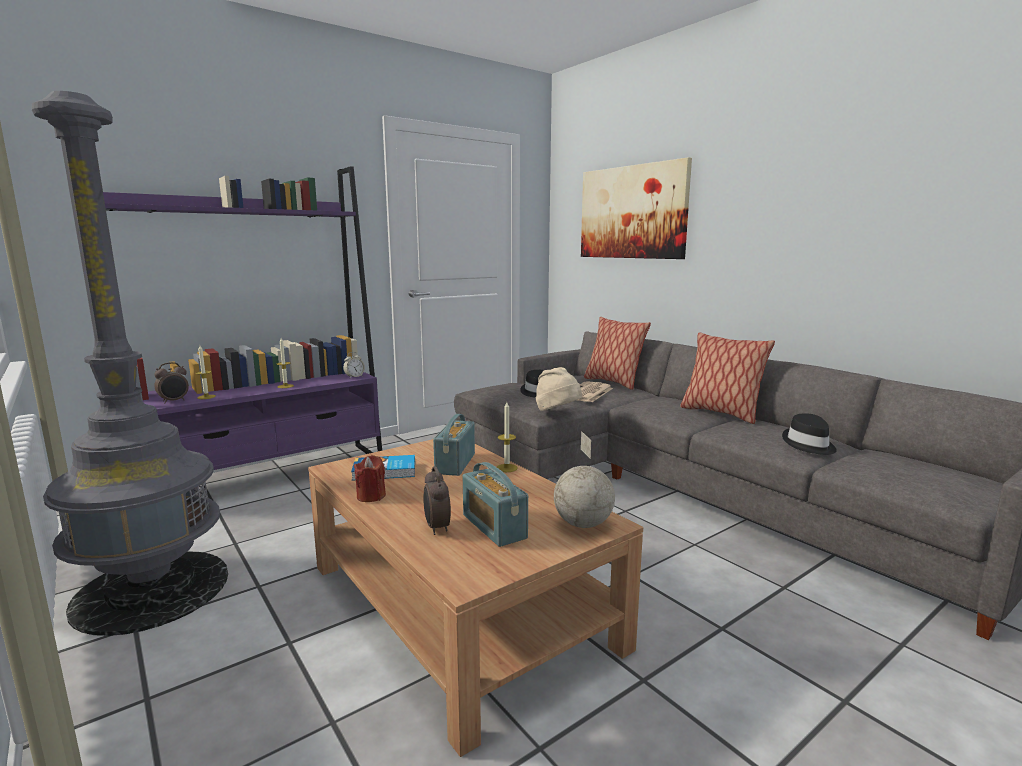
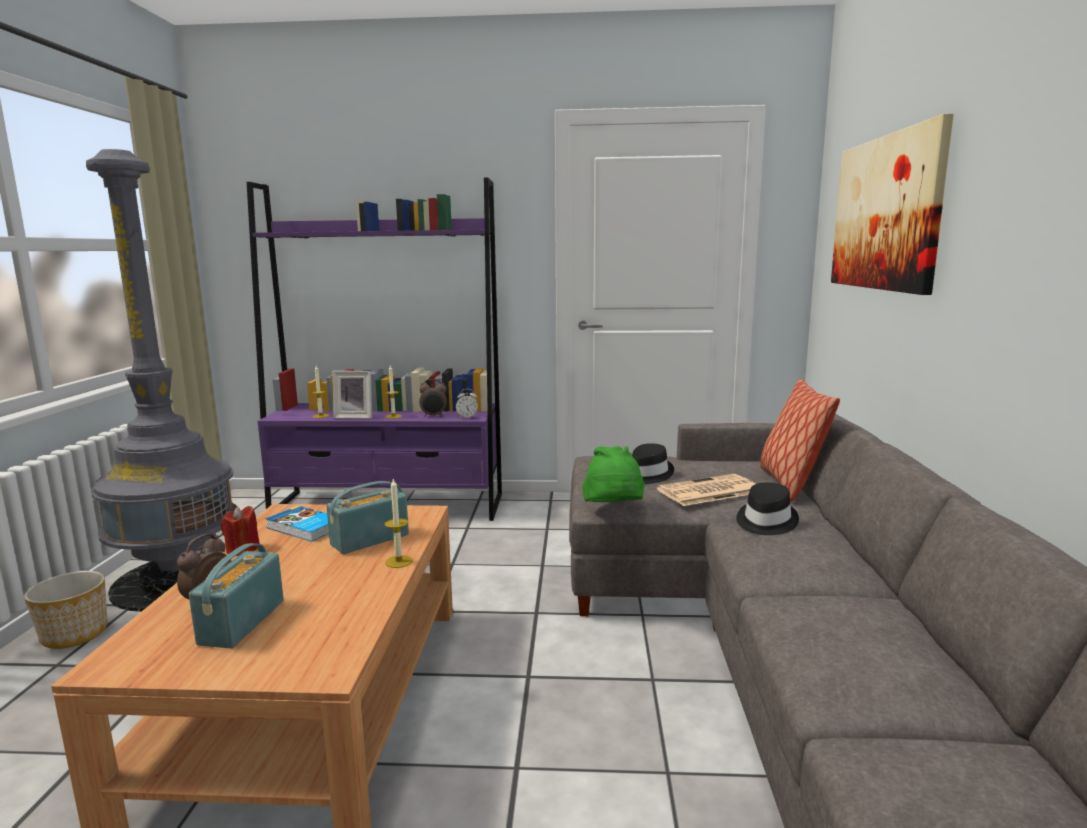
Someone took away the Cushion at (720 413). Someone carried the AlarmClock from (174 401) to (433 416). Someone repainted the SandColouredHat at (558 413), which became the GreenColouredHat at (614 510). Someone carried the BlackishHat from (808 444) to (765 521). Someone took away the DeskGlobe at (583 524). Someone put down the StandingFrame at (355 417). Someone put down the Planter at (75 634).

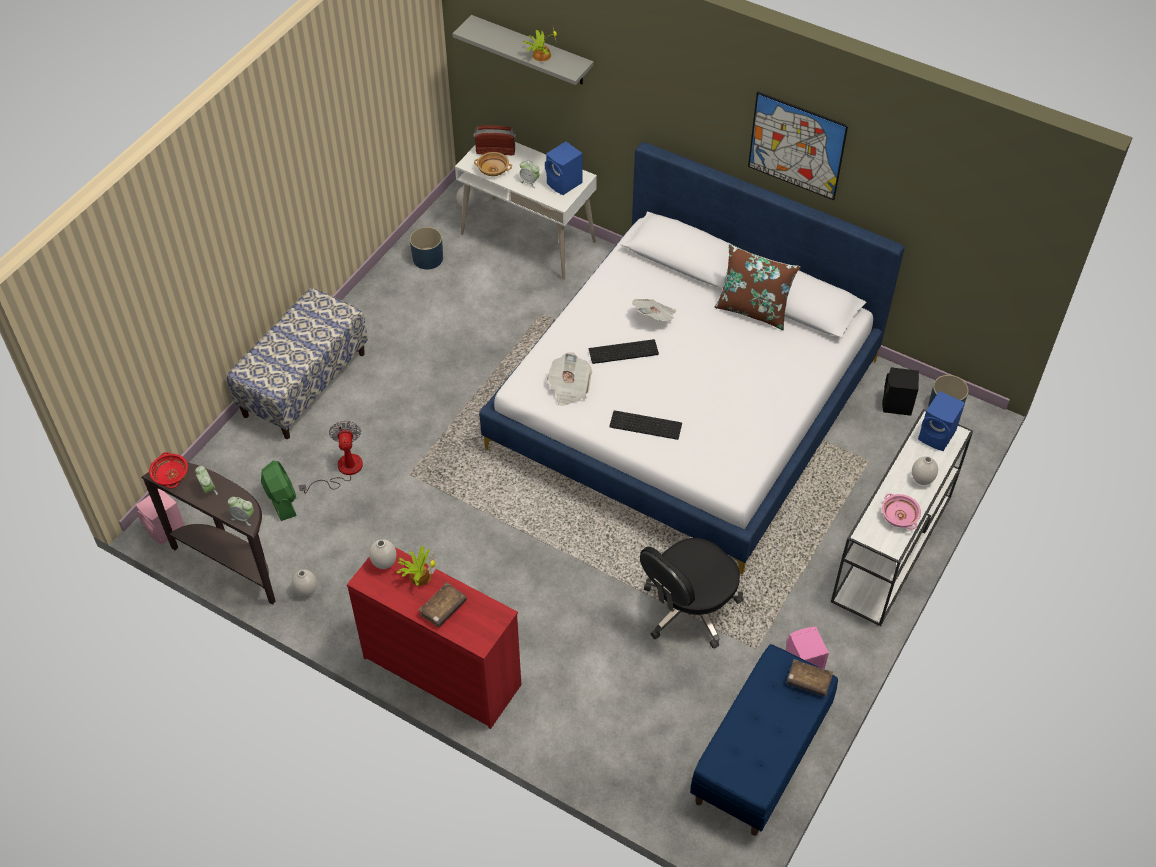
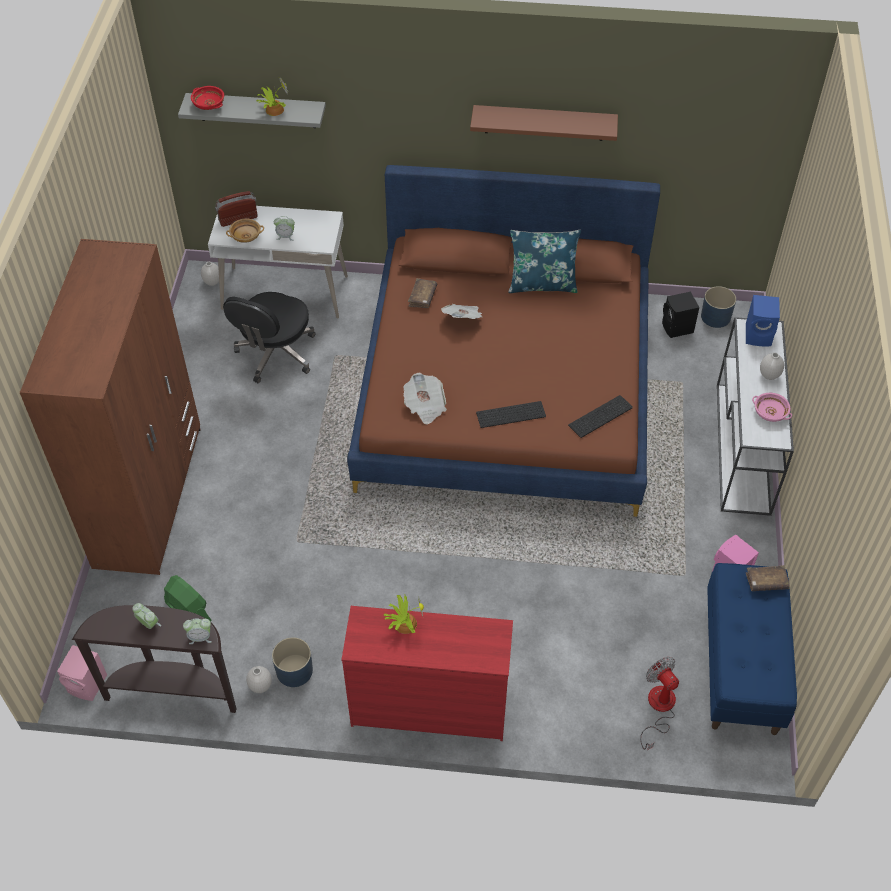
Someone swapped the Picture at (796 146) for the BrownWallShelf at (544 123). Someone took away the BlueSpeaker at (565 184). Someone repainted the WhiteBed at (685 404), which became the BrownBed at (505 389). Someone carried the BluePlanter from (427 258) to (294 671). Someone repainted the BrownCushion at (753 310), which became the BlueCushion at (542 284). Someone swapped the LongSeat at (304 384) for the BrownClothesCupboard at (149 496). Someone carried the PcKeyboard from (623 353) to (600 417). Someone carried the Fan from (342 470) to (658 708). Someone carried the RedBowl from (170 475) to (208 104). Someone carried the BlackishOfficeChair from (688 609) to (275 354). Someone took away the WhiteFlowerVase at (384 563). Someone carried the BrownBook from (443 608) to (422 297).

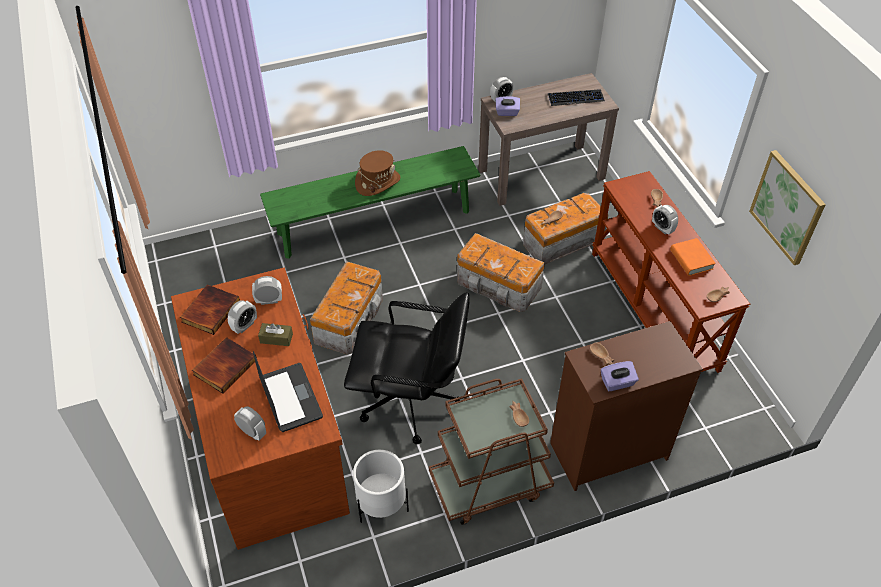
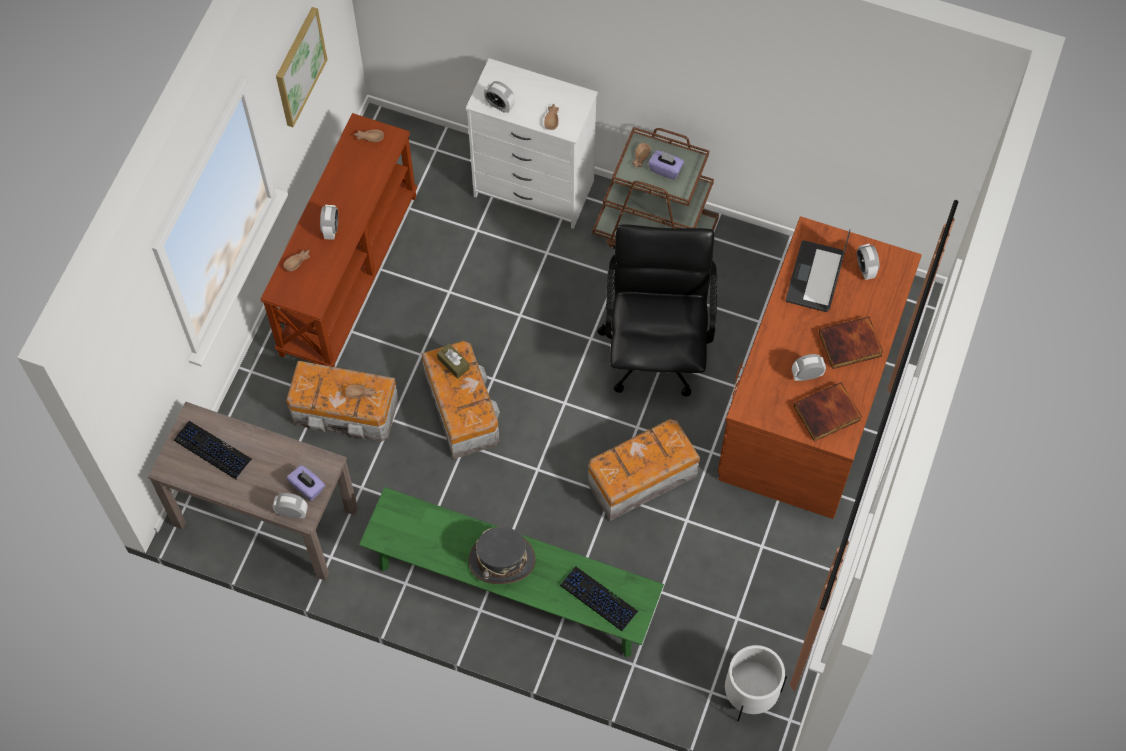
Someone repainted the BrownHat at (377 182), which became the GrayHat at (501 560). Someone took away the OrangeColouredBook at (691 260). Someone carried the AlarmClock from (269 300) to (499 105). Someone rotated the BlackishOfficeChair at (411 401) by 45 degrees clockwise. Someone repainted the BrownDrawerChest at (608 450), which became the WhiteDrawerChest at (533 189). Someone carried the BrownTissueBox from (276 338) to (453 363). Someone carried the PurplishTissueBox from (617 383) to (665 169). Someone carried the WhitePlanter from (381 504) to (750 694). Someone put down the PcKeyboard at (598 599).

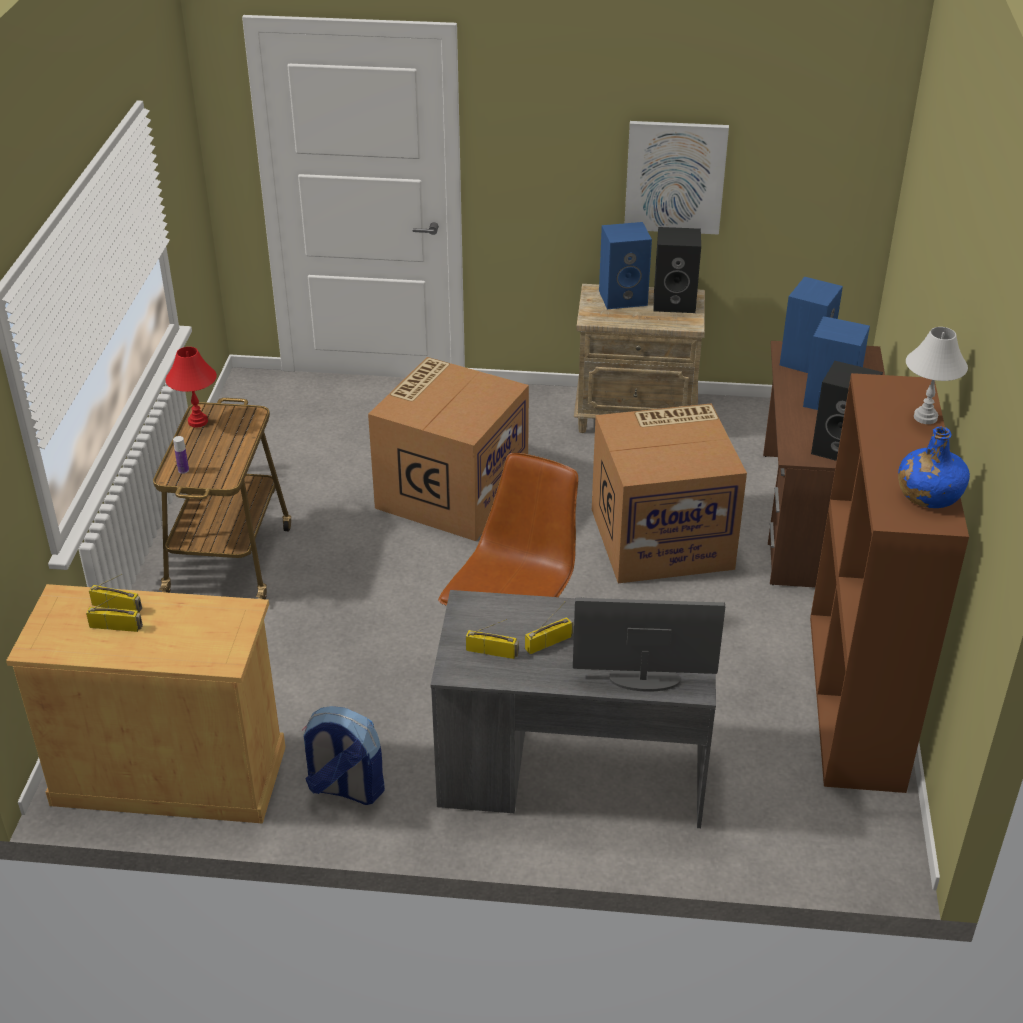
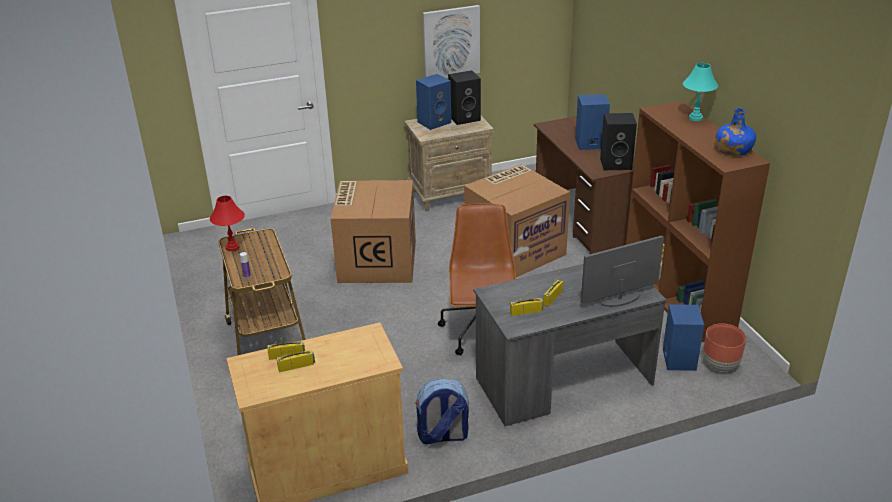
Someone carried the BlueSpeaker from (805 359) to (678 359). Someone repainted the WhiteLampForATable at (926 417), which became the BlueGreenLampForATable at (695 118). Someone put down the BrownPlanter at (720 365).

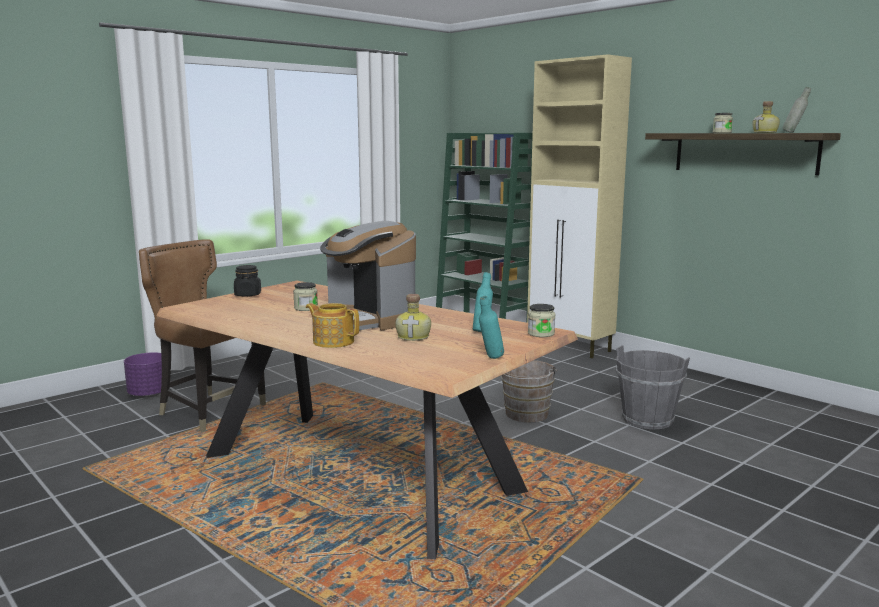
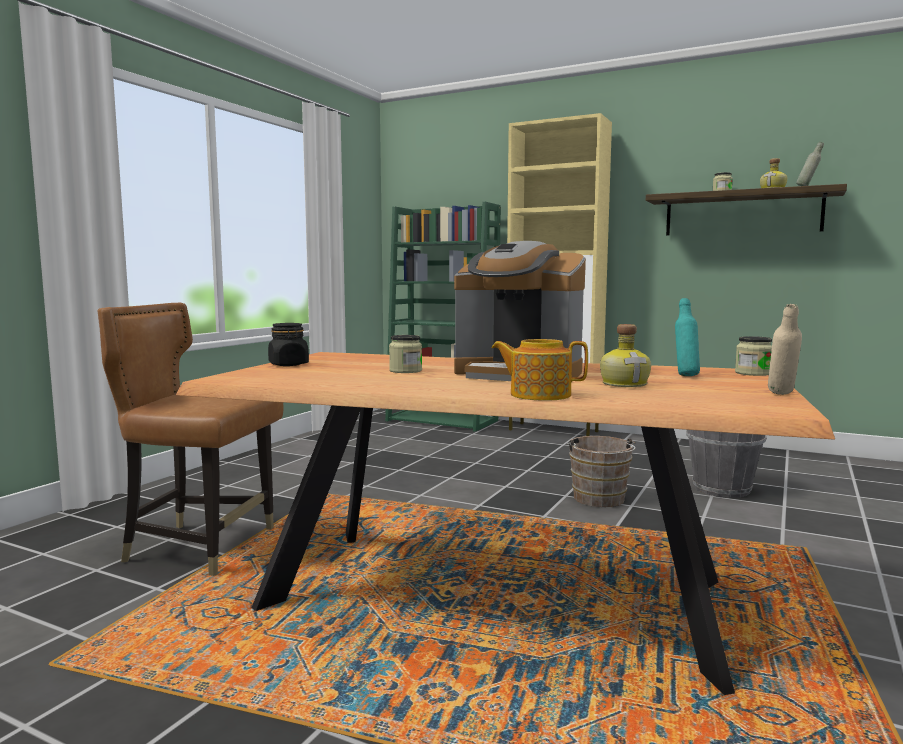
Someone repainted the BlueGreenBeverageBottle at (490 359), which became the SandColouredBeverageBottle at (782 395). Someone took away the PurplishPlanter at (148 394).

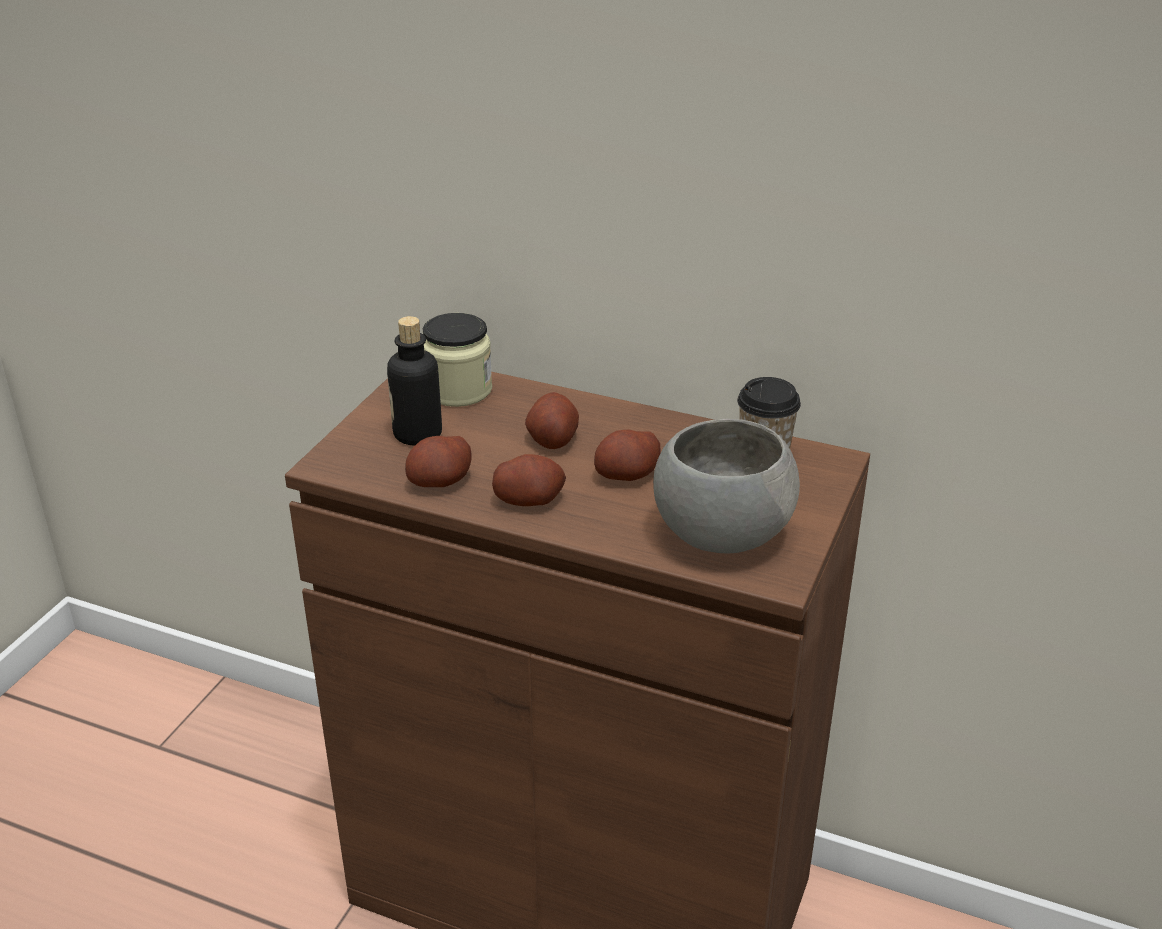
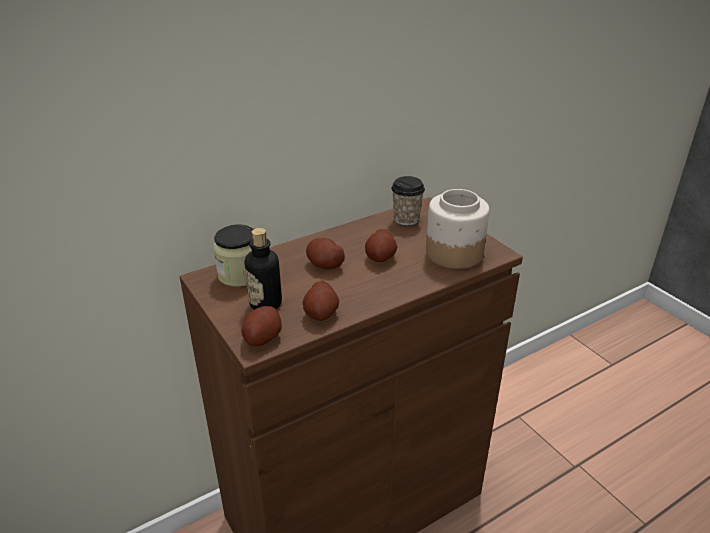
Someone swapped the GrayBowl at (720 534) for the StorageJar at (453 253). Someone carried the WholePotato from (529 500) to (262 337).

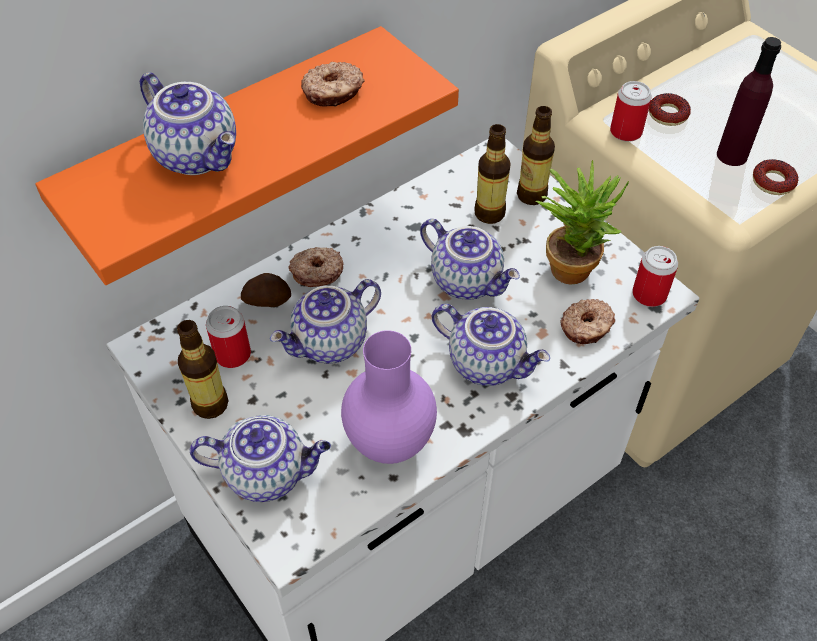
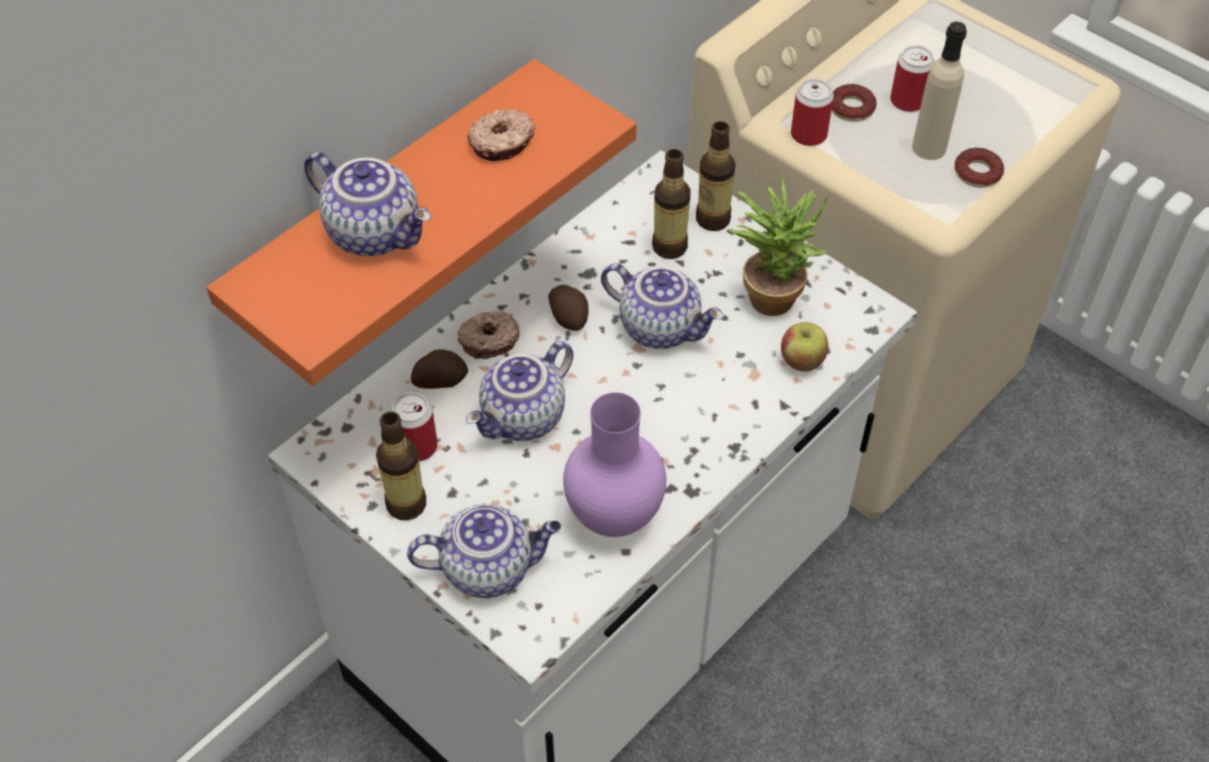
Someone repainted the PurplishBeverageBottle at (732 155), which became the SandColouredBeverageBottle at (929 147). Someone carried the Can from (649 294) to (907 101). Someone swapped the Donut at (587 327) for the WholeApple at (801 361). Someone took away the TeaPot at (487 362). Someone put down the WholePotato at (569 316).

